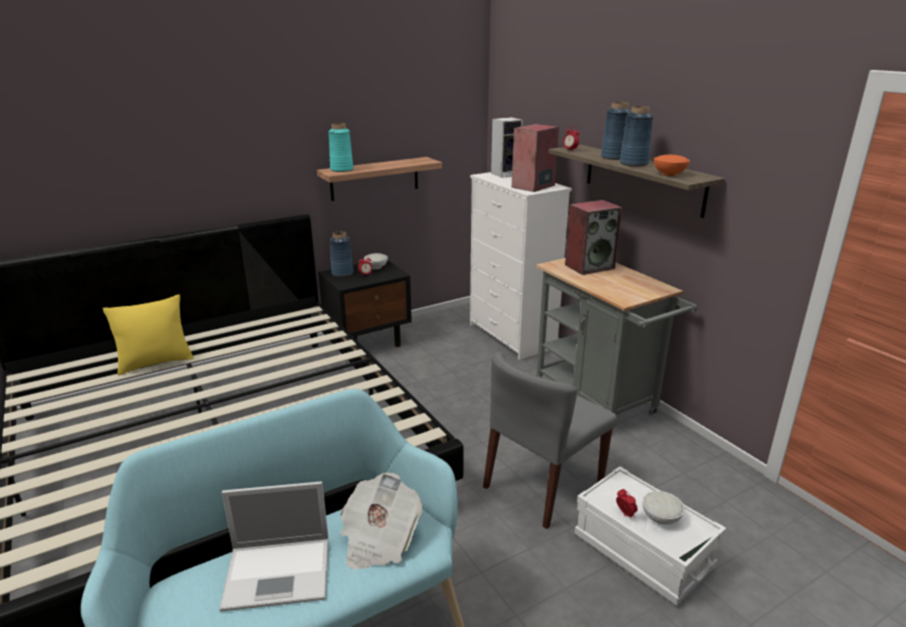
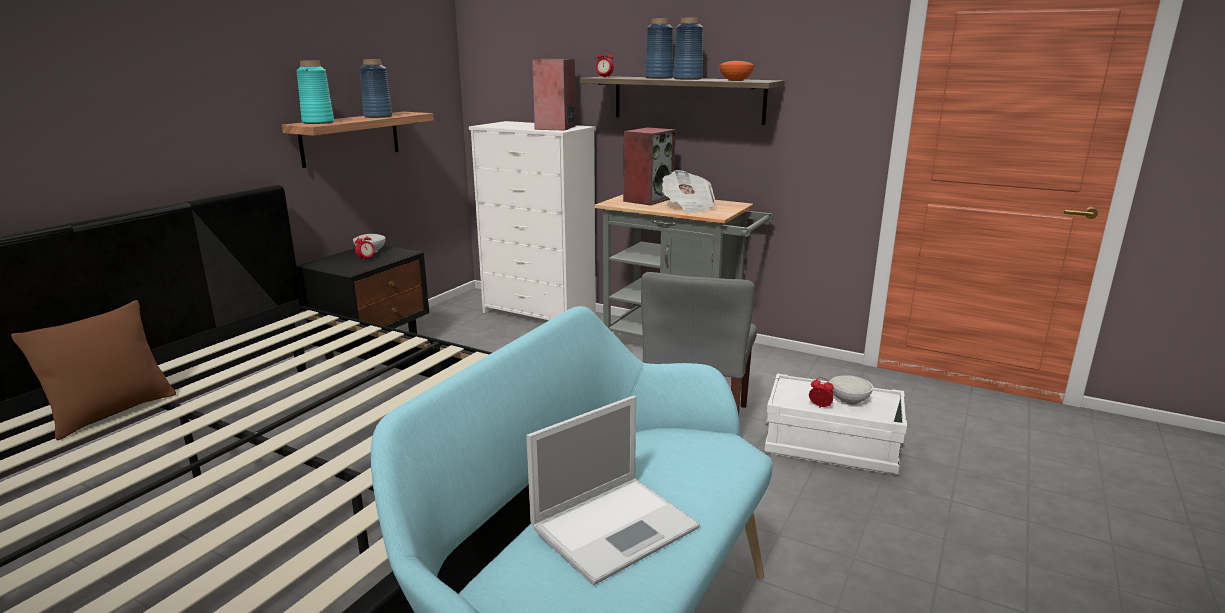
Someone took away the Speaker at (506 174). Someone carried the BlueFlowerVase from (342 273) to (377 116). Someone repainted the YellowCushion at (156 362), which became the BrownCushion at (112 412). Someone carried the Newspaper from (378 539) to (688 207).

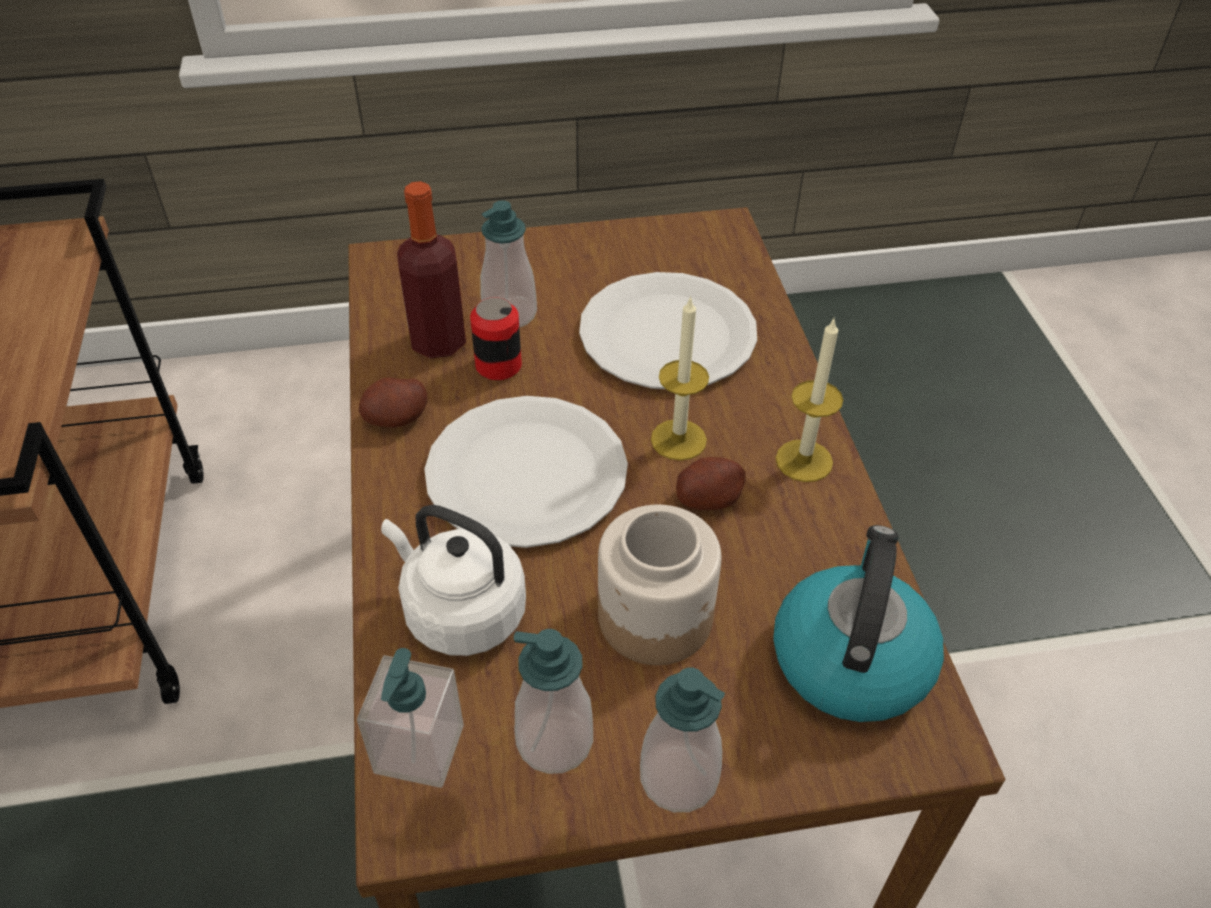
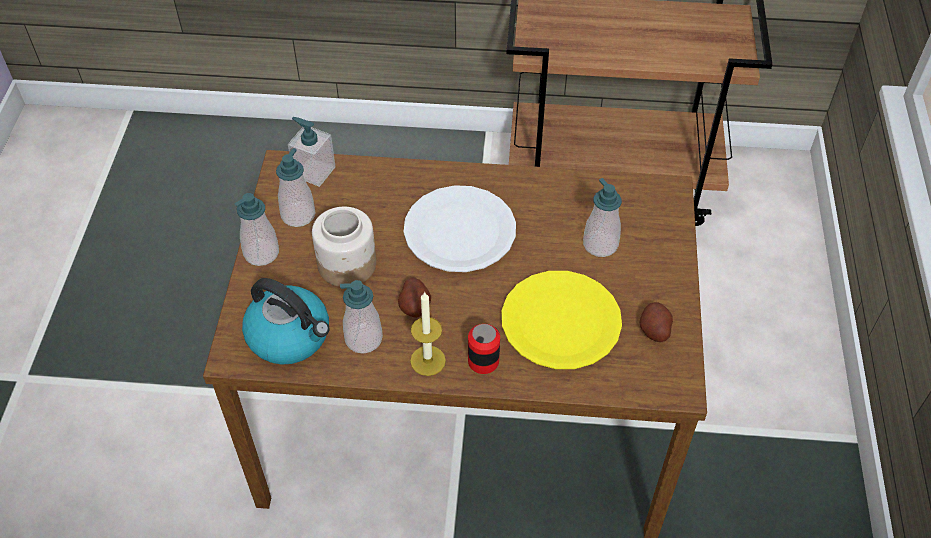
Someone took away the BeverageBottle at (438 342). Someone repainted the WhiteDinnerPlate at (667 335), which became the YellowDinnerPlate at (560 321). Someone took away the Candle at (678 440). Someone carried the Can from (498 365) to (483 361). Someone carried the WholePotato from (396 418) to (654 330). Someone took away the WhiteKettle at (460 612). Someone put down the SoapDispenser at (363 339).

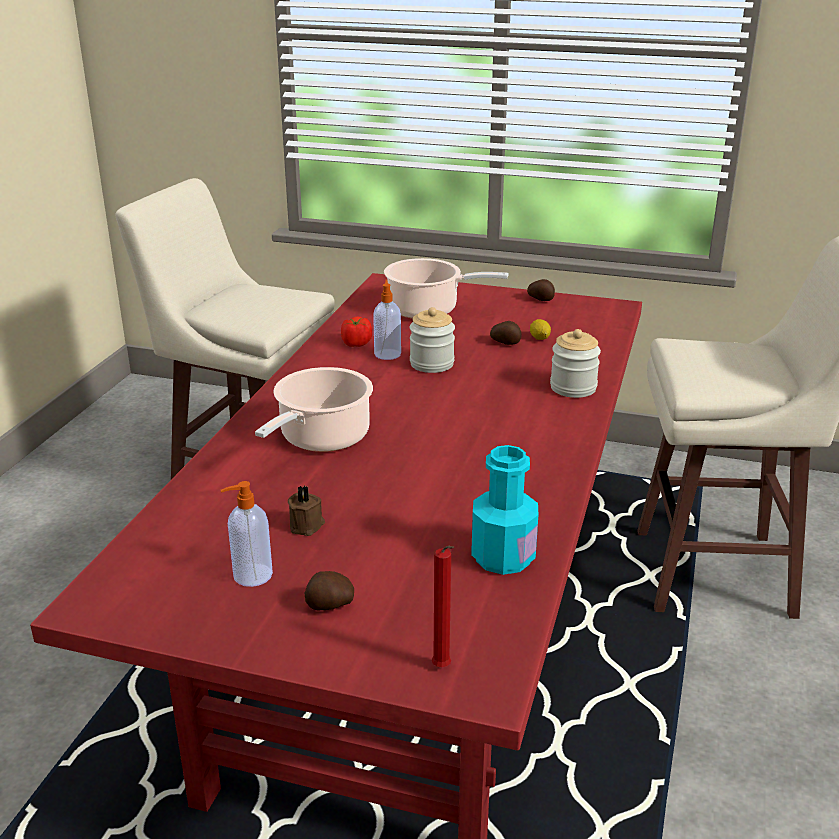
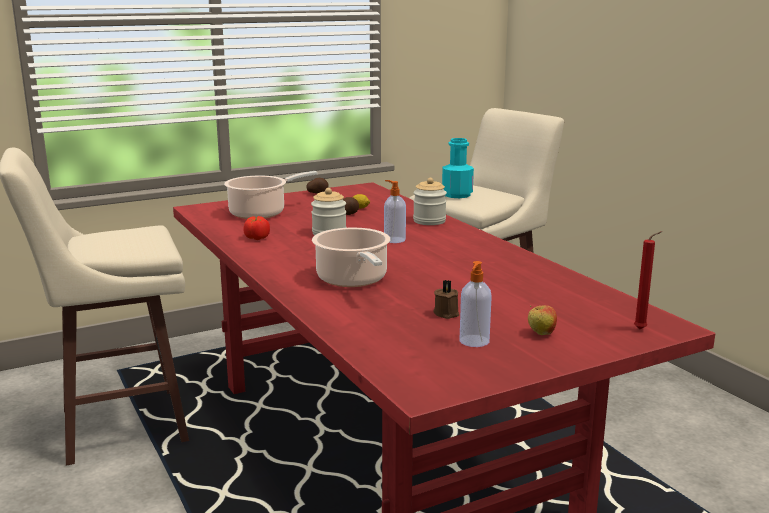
Someone carried the SoapDispenser from (387 354) to (394 240). Someone carried the BlueGreenBeverageBottle from (503 557) to (457 195). Someone swapped the WholePotato at (329 605) for the WholeApple at (541 334).

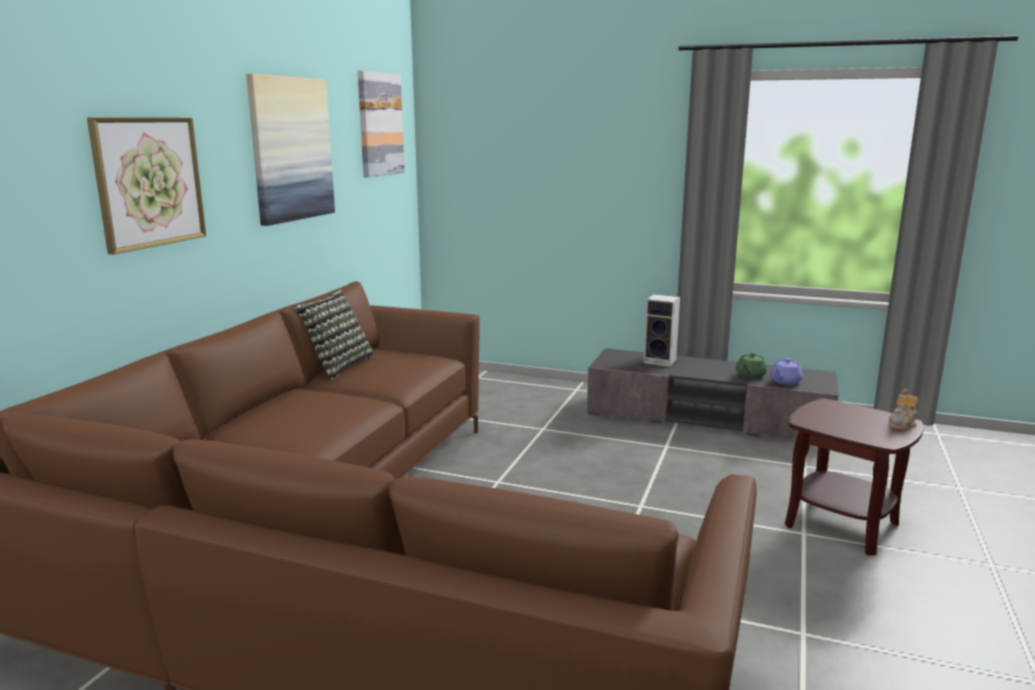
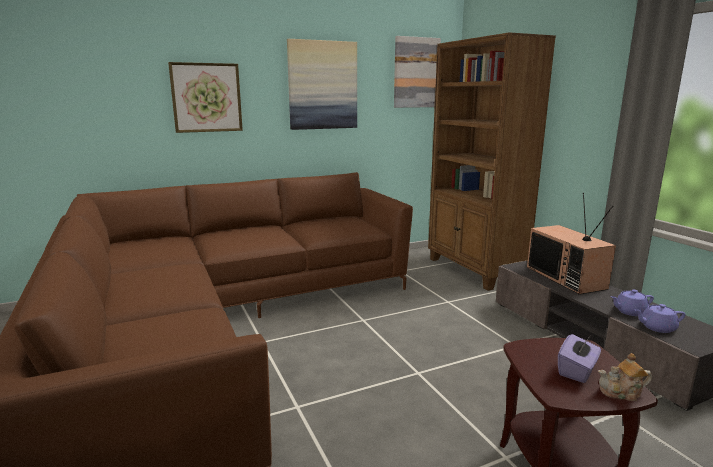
Someone took away the Cushion at (337 366). Someone swapped the Speaker at (661 361) for the Tv at (567 278). Someone repainted the GreenColouredTeaPot at (750 375), which became the PurplishTeaPot at (629 312). Someone put down the BrownBookcase at (474 270). Someone put down the PurplishTissueBox at (577 371).

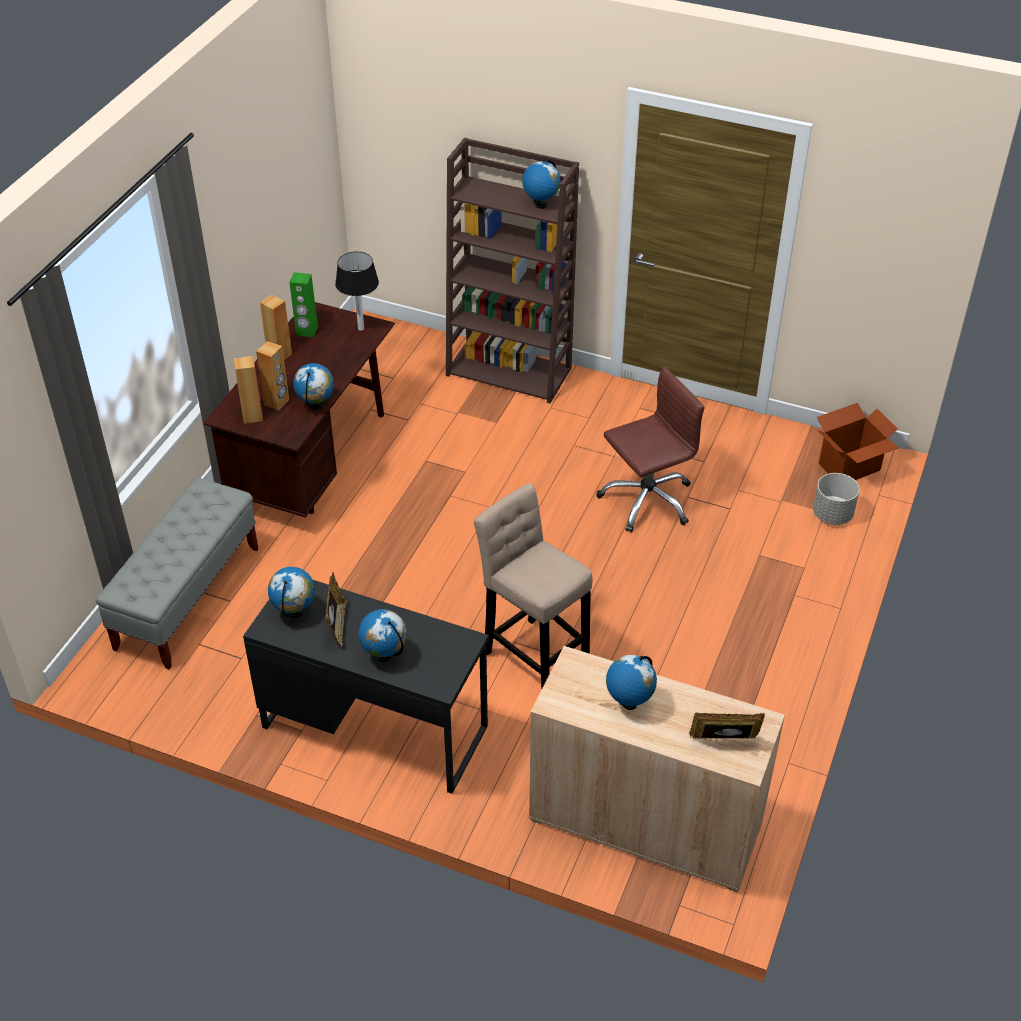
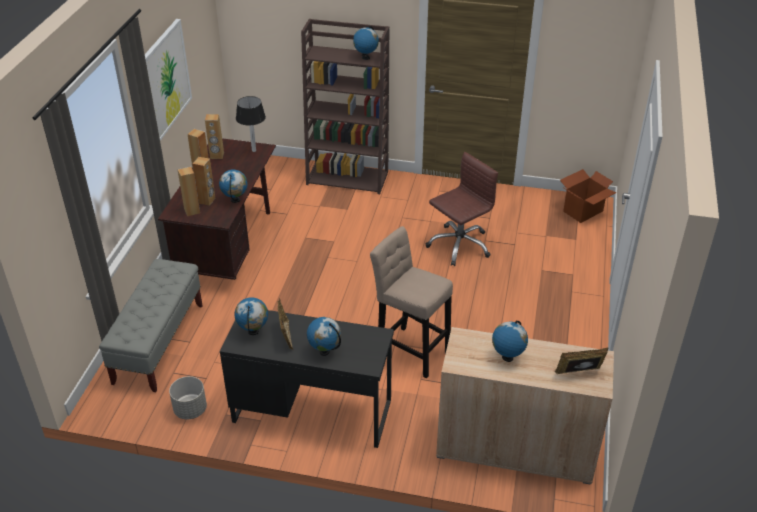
Someone repainted the GreenColouredSpeaker at (307 331), which became the BrownSpeaker at (217 155). Someone carried the GrayPlanter from (832 515) to (190 410). Someone put up the Picture at (165 80).

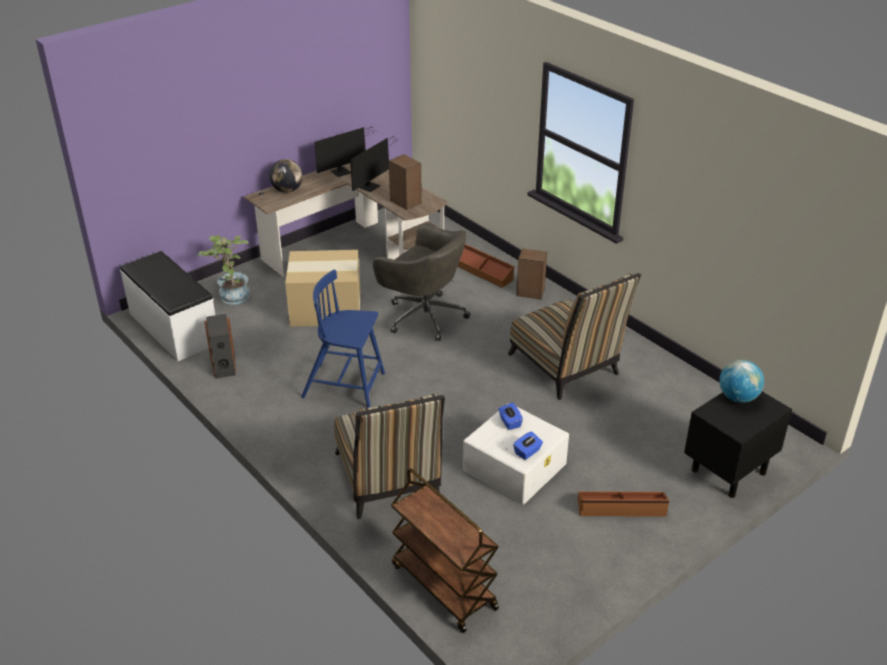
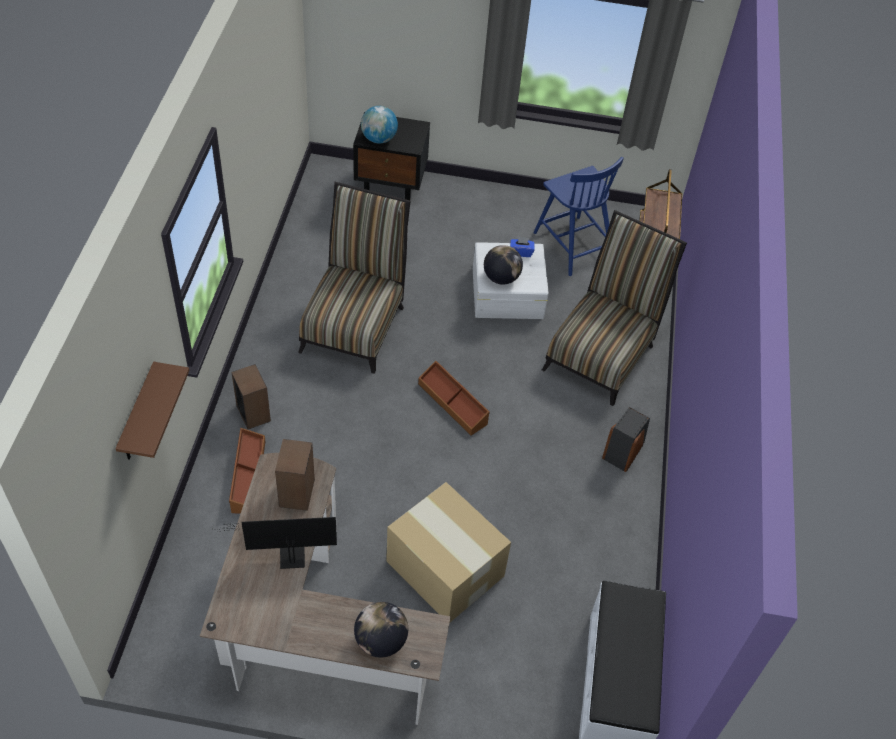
Someone took away the Monitor at (343 171). Someone took away the GrayOfficeChair at (424 316). Someone took away the PlantInAPot at (231 294). Someone carried the BluePlainChair from (345 386) to (572 244). Someone carried the Speaker from (223 365) to (624 451). Someone swapped the BlueTissueBox at (509 422) for the DeskGlobe at (501 278). Someone carried the BrownStorageBox from (621 508) to (453 403). Someone put up the BrownWallShelf at (138 415).

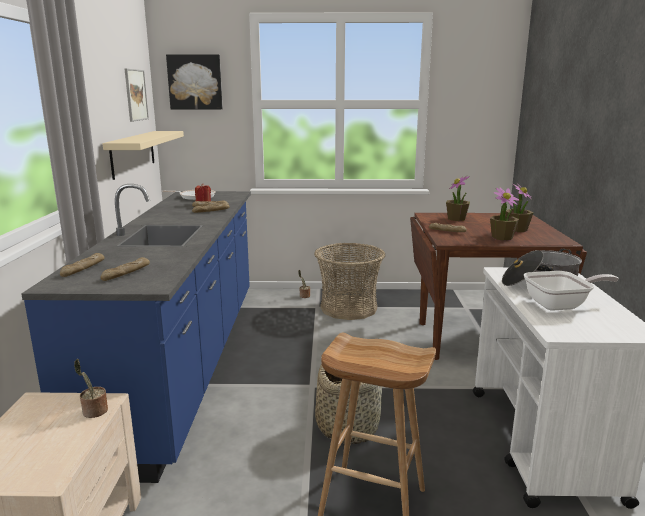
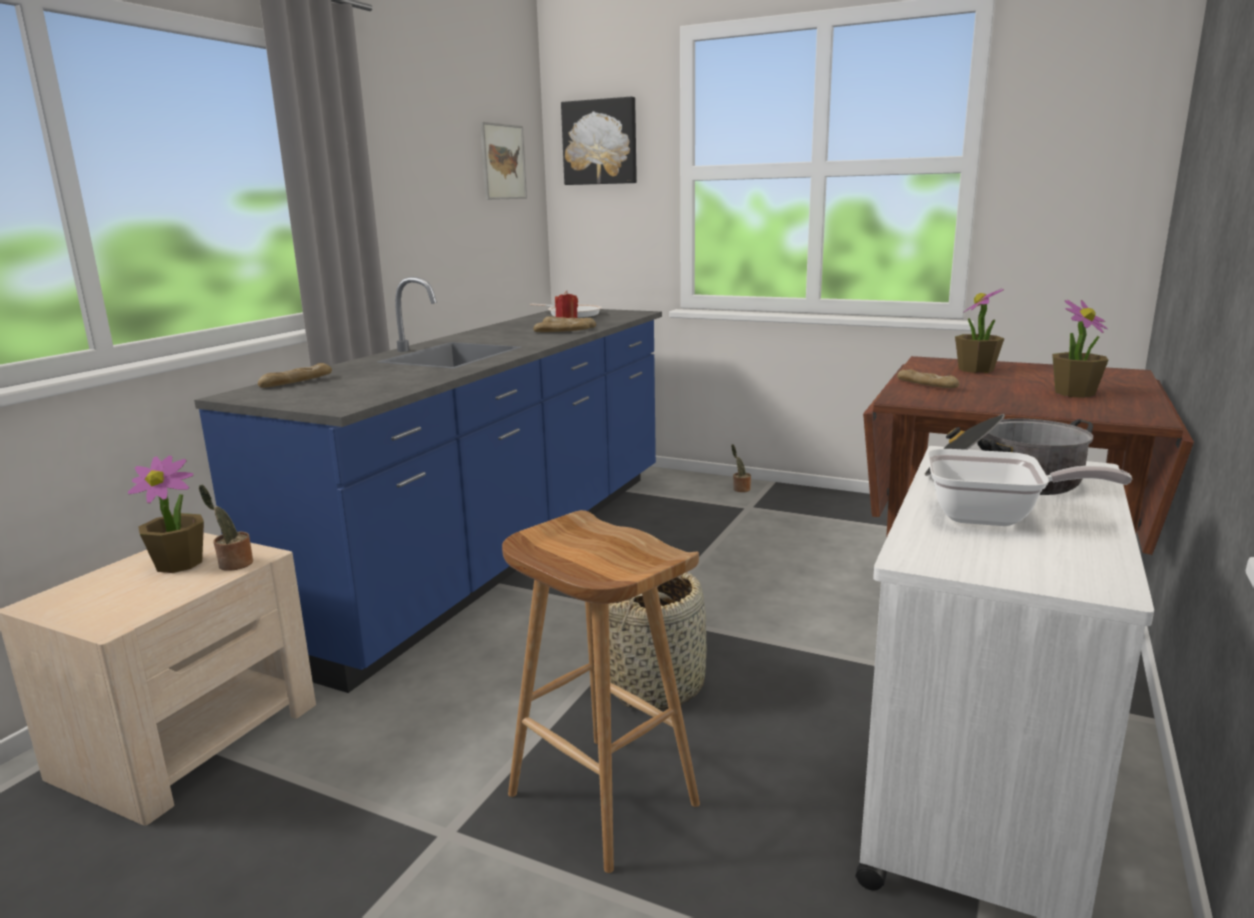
Someone took away the SandColouredWallShelf at (133 153). Someone carried the PlantInAPot from (502 237) to (179 563). Someone took away the Basket at (348 308). Someone took away the BakeryBread at (126 274).

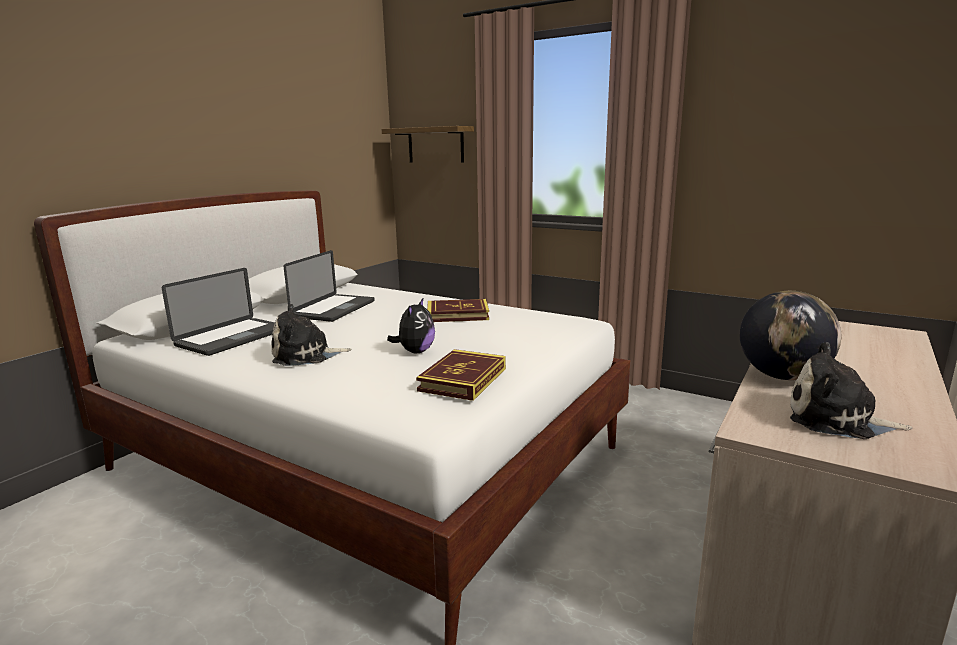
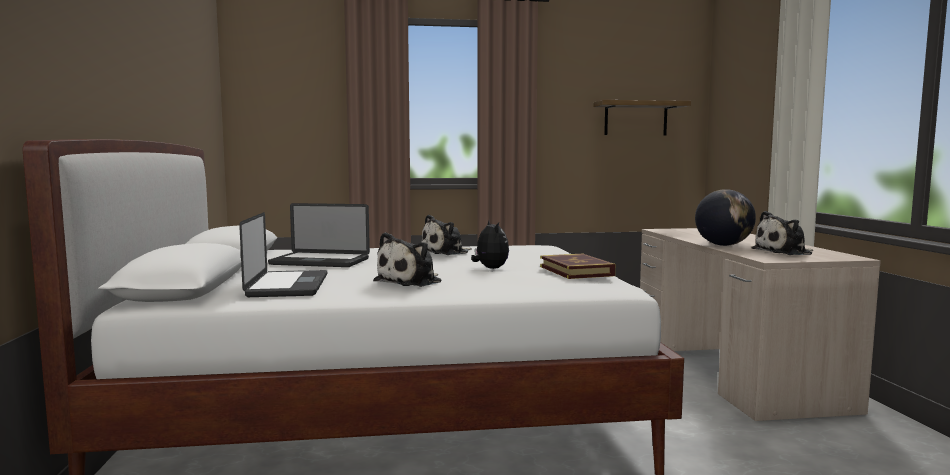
Someone carried the WallShelf from (435 145) to (635 119). Someone rotated the NotebookComputer at (334 309) by 120 degrees clockwise. Someone swapped the Book at (457 315) for the SoftToy at (446 252).

